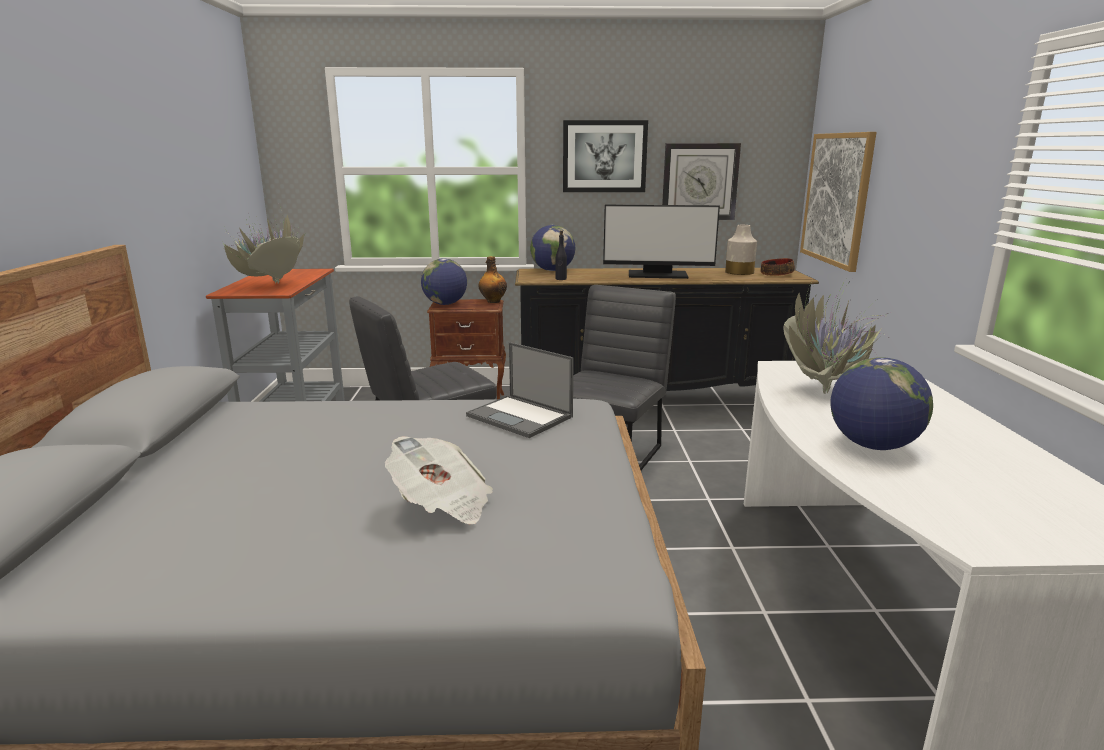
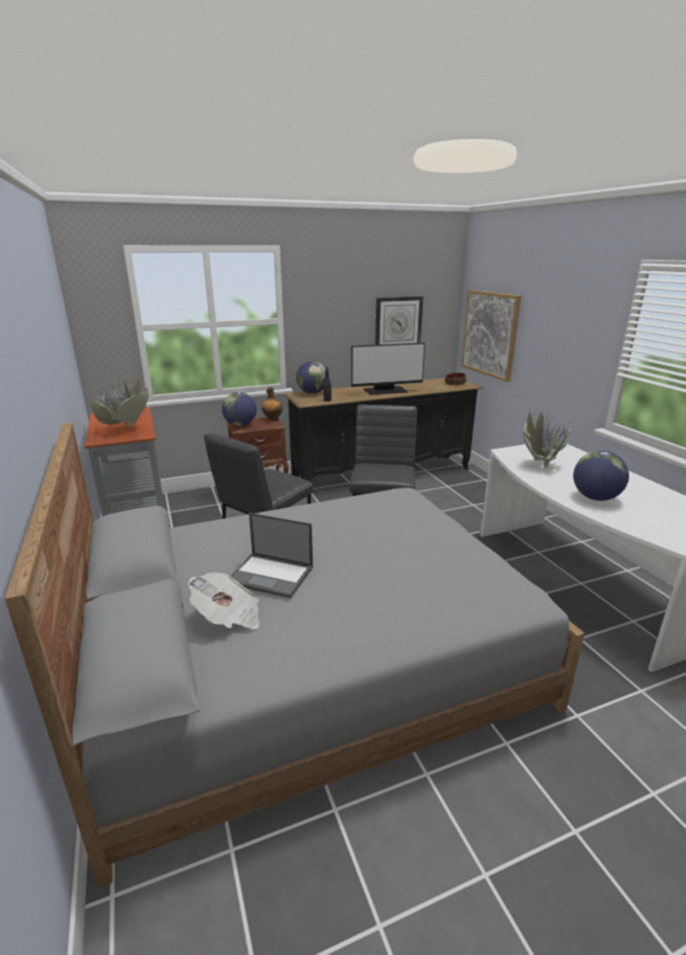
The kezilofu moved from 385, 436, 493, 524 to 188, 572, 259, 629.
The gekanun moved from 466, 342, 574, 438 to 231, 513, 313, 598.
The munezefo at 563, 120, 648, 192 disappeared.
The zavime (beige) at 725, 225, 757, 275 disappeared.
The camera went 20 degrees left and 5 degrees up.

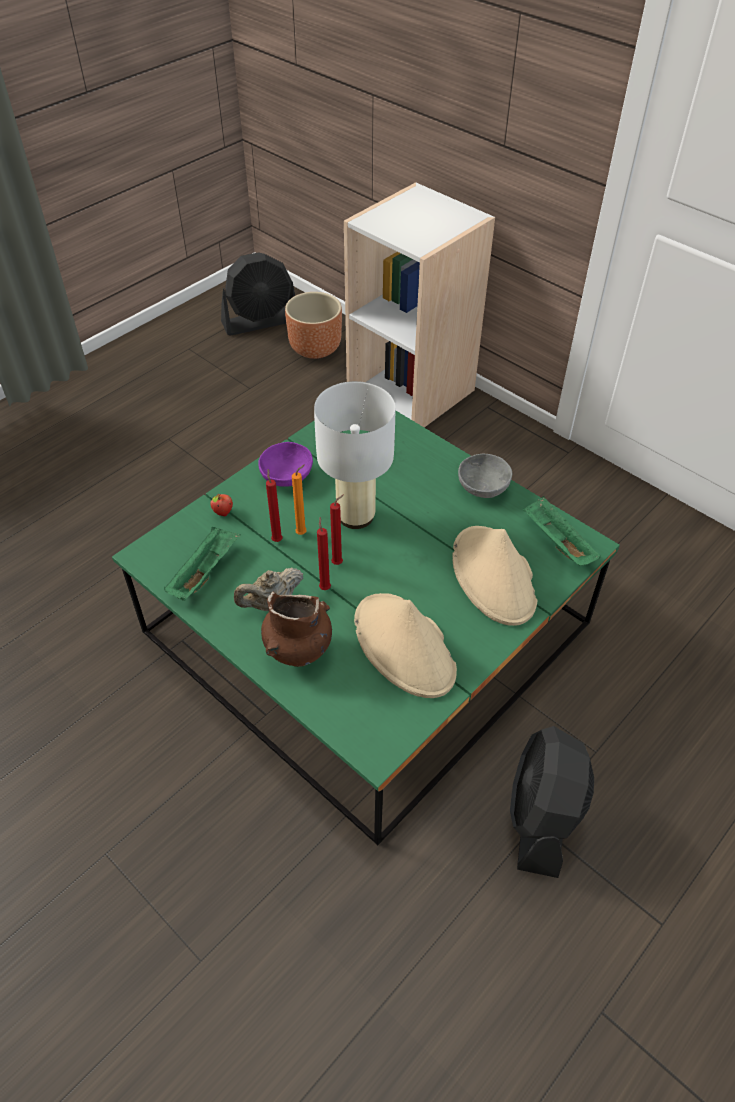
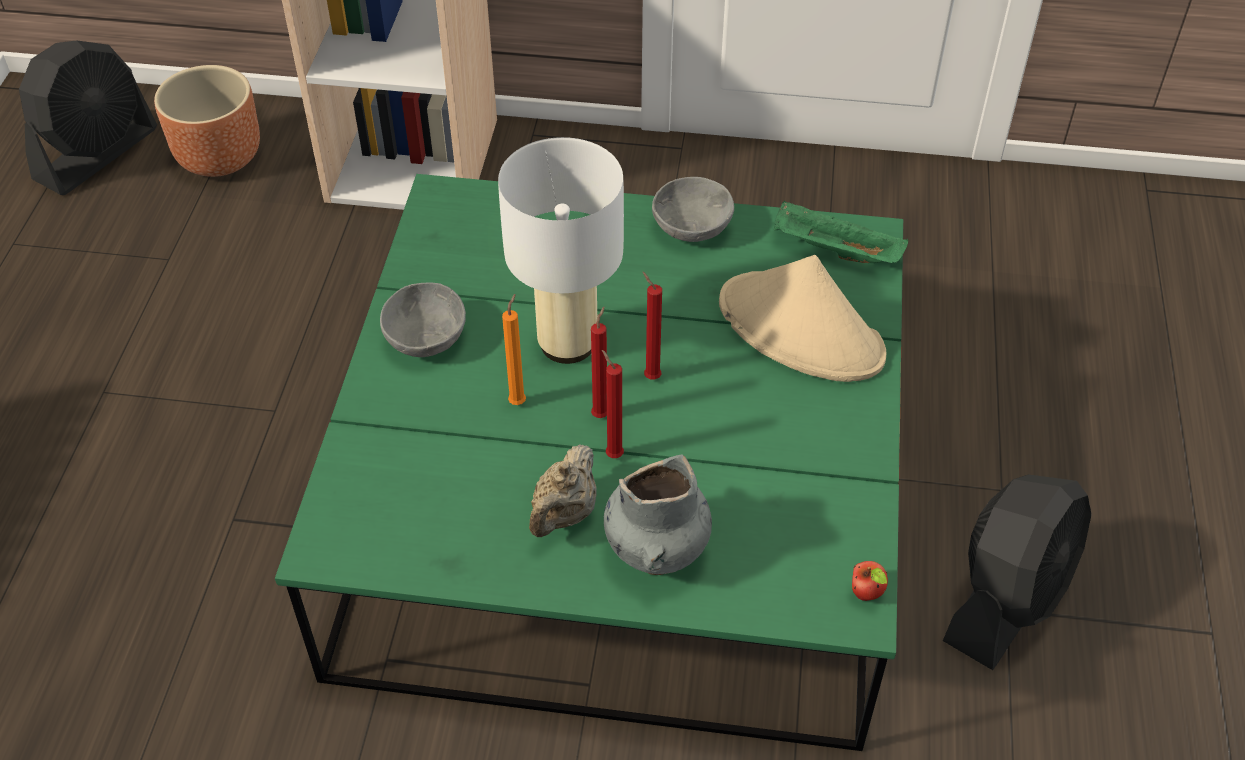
The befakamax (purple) at 258, 442, 313, 487 became the befakamax (grey) at 380, 283, 466, 357.
The zavime (brown) at 261, 592, 332, 667 became the zavime (grey) at 604, 454, 712, 575.
The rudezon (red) moved from 266, 469, 283, 542 to 643, 272, 662, 379.
The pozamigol moved from 210, 494, 233, 516 to 852, 561, 888, 601.
The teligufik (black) at 510, 726, 594, 878 turned 120 degrees counterclockwise.
The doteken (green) at 164, 527, 241, 601 disappeared.
The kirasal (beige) at 354, 593, 457, 698 disappeared.
The camera went 35 degrees left and 0 degrees up.

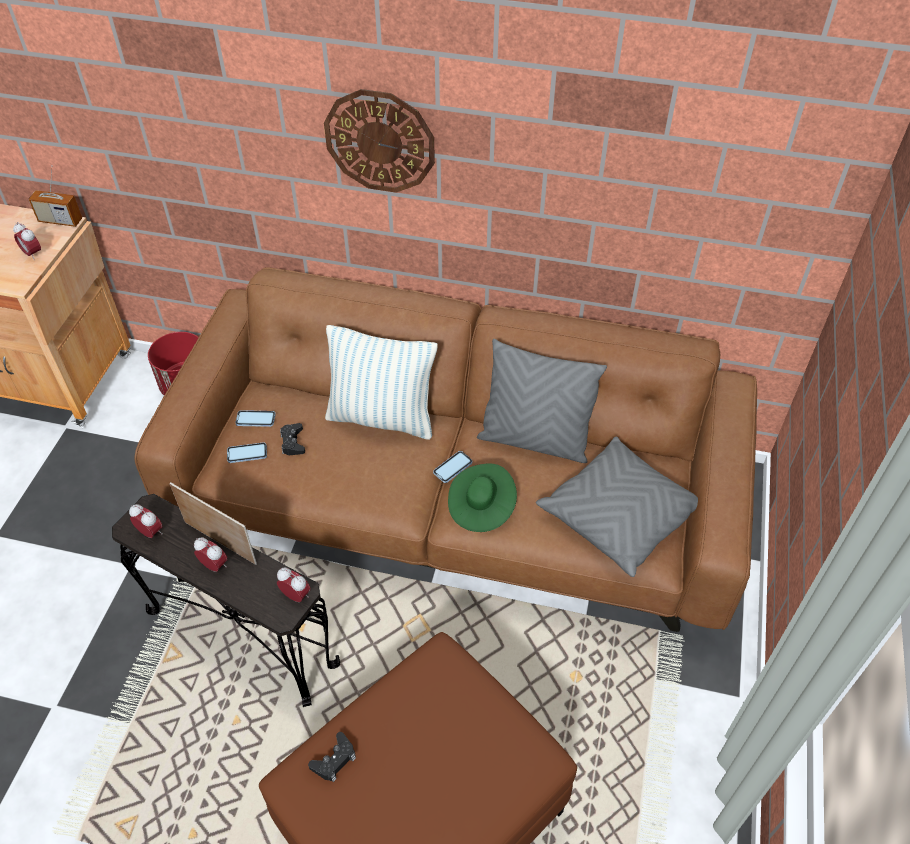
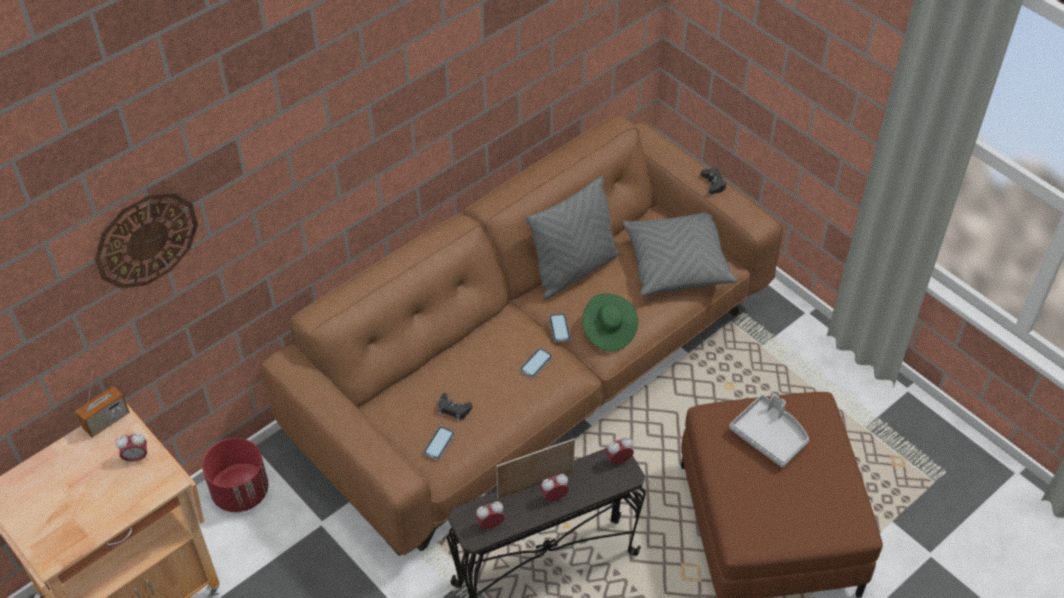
The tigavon moved from 324, 89, 435, 193 to 94, 192, 198, 289.
The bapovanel moved from 235, 410, 276, 427 to 520, 348, 552, 378.
The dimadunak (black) moved from 308, 732, 356, 782 to 701, 168, 726, 194.
The doteken (grey) at 729, 394, 809, 468 appeared.
The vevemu at 325, 325, 438, 440 disappeared.
The camera went 55 degrees left and 0 degrees up.

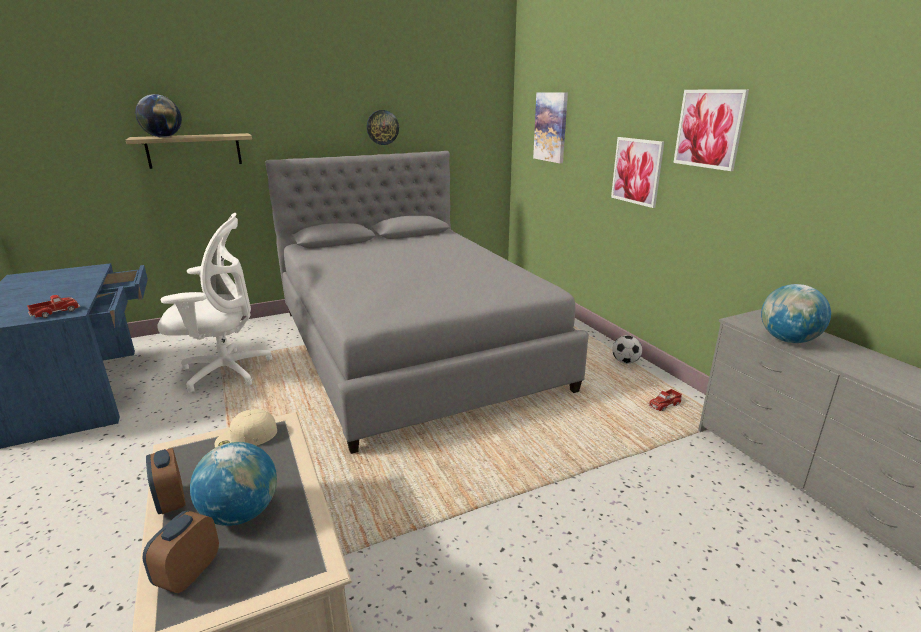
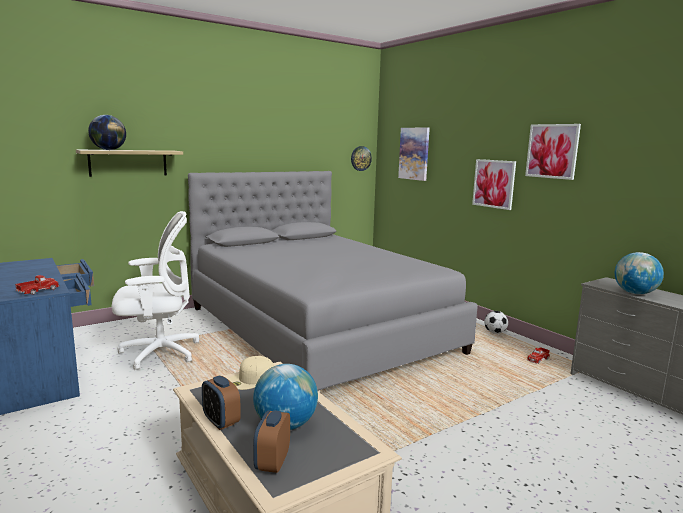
The tigavon moved from 367, 110, 399, 145 to 351, 146, 372, 171.
The camera went 10 degrees left and 10 degrees down.

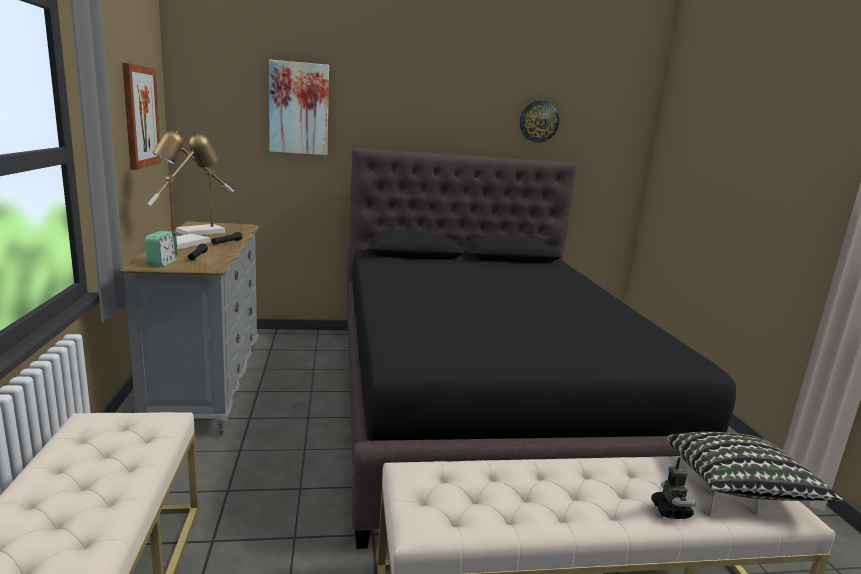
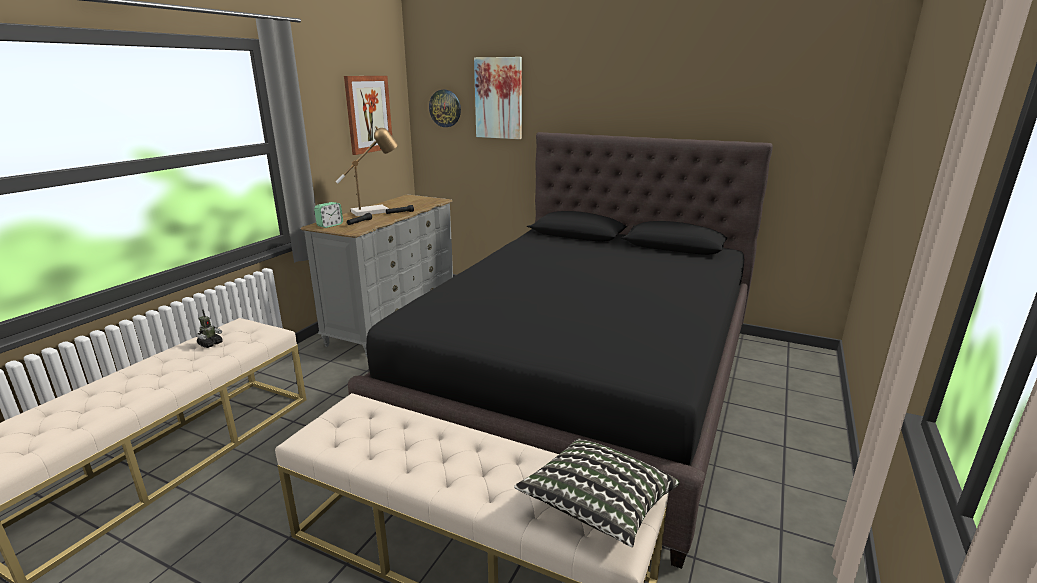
The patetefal moved from 651, 457, 696, 519 to 196, 310, 223, 348.
The tigavon moved from 520, 100, 559, 142 to 429, 90, 461, 127.
The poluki at 153, 129, 234, 235 disappeared.
The camera went 35 degrees right and 5 degrees up.

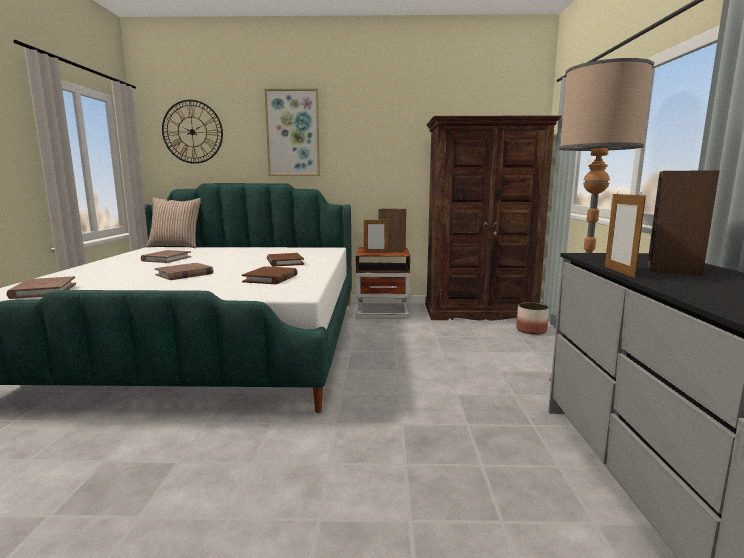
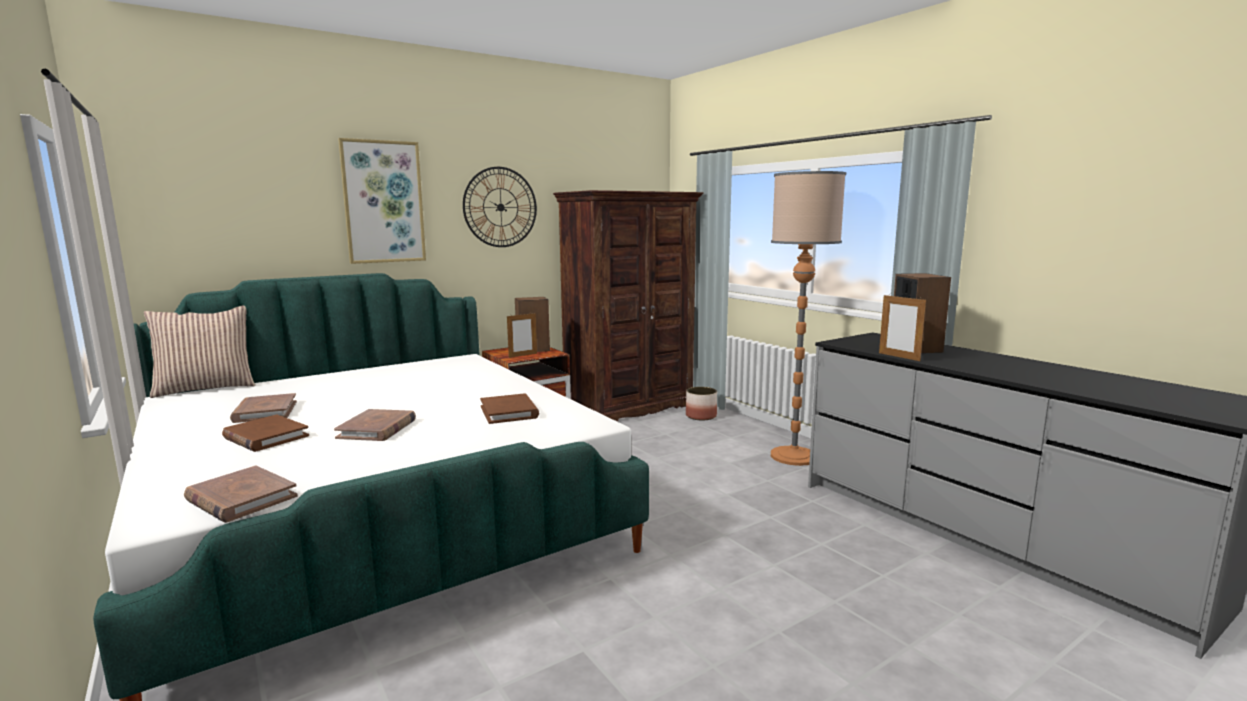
The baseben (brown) moved from 267, 253, 304, 267 to 222, 415, 309, 452.
The tigavon moved from 162, 100, 223, 164 to 463, 167, 537, 247.
The camera went 35 degrees left and 0 degrees up.

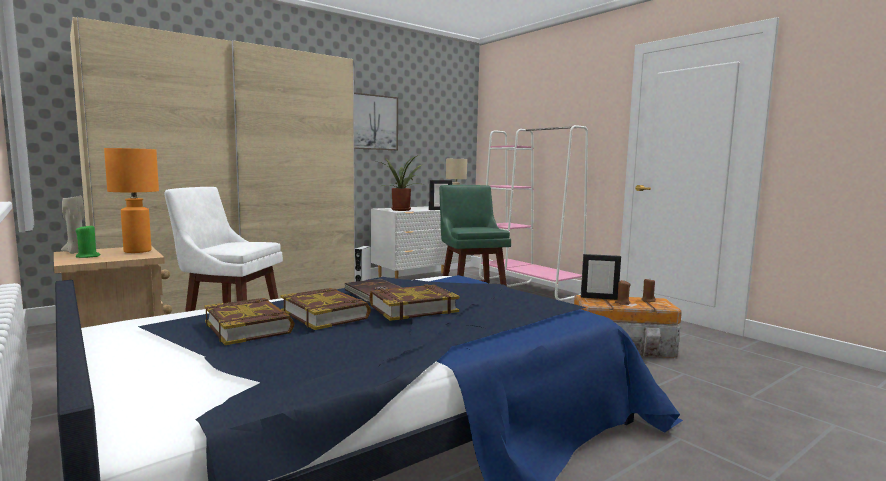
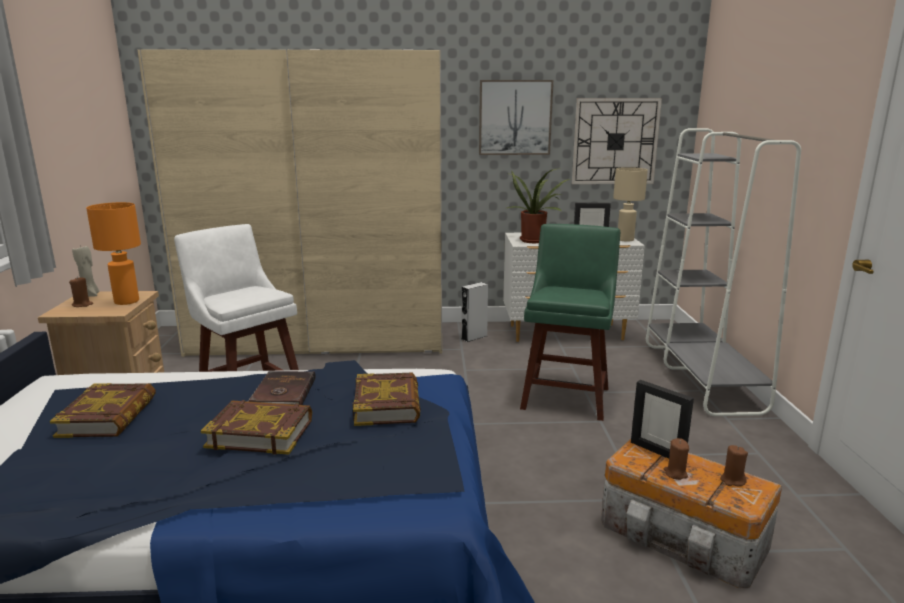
The rudezon (green) at 76, 224, 101, 258 became the rudezon (brown) at 69, 277, 93, 307.
The baseben moved from 280, 288, 371, 330 to 353, 372, 420, 426.
The tigavon at 572, 98, 662, 184 appeared.
The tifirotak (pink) at 479, 125, 588, 301 became the tifirotak (grey) at 646, 128, 801, 416.
The camera went 35 degrees right and 10 degrees up.

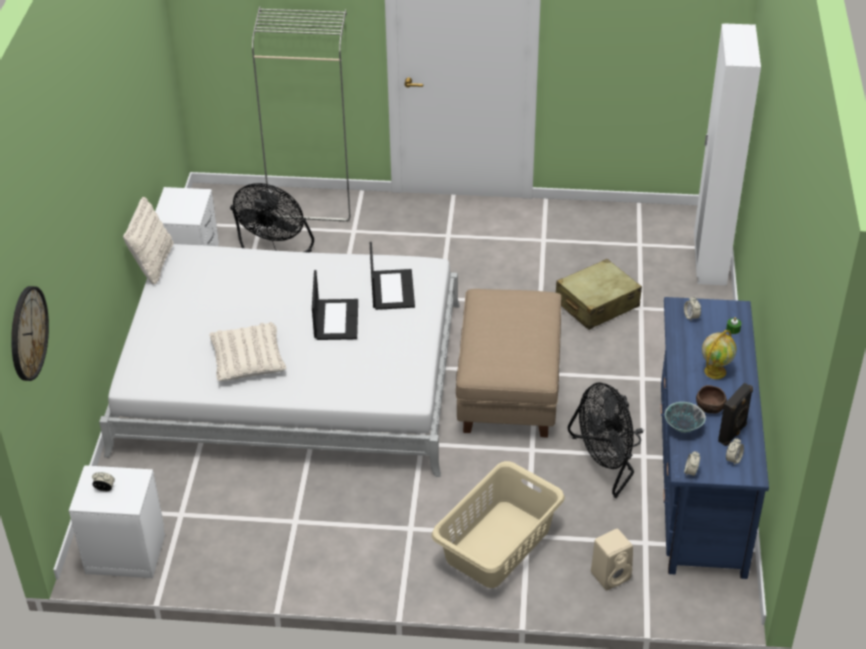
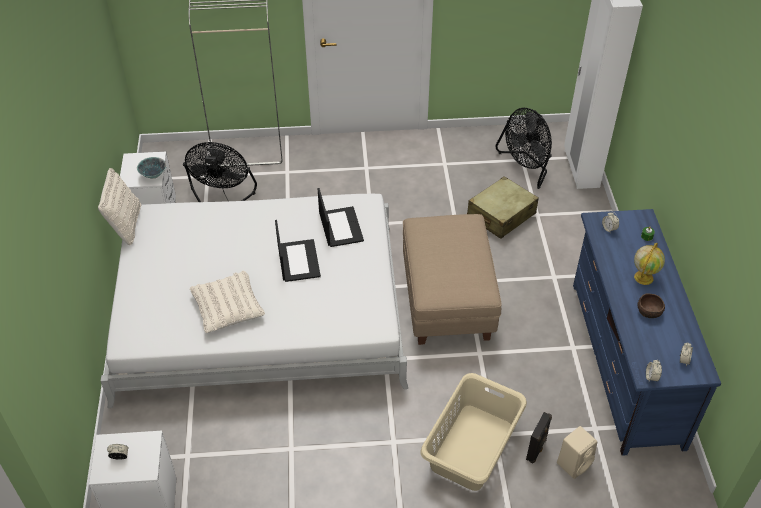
The befakamax moved from 665, 402, 706, 433 to 137, 157, 167, 179.
The teligufik (black) moved from 568, 383, 645, 498 to 496, 108, 552, 189.
The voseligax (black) moved from 718, 383, 753, 446 to 526, 412, 552, 463.
The tigavon at 11, 286, 49, 381 disappeared.
The camera went 10 degrees left and 5 degrees up.

